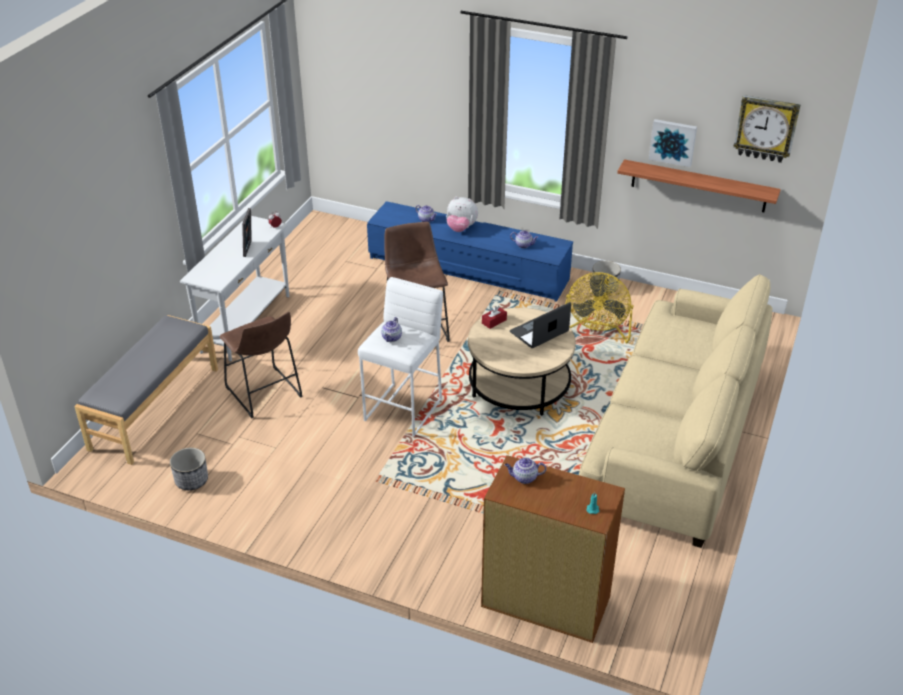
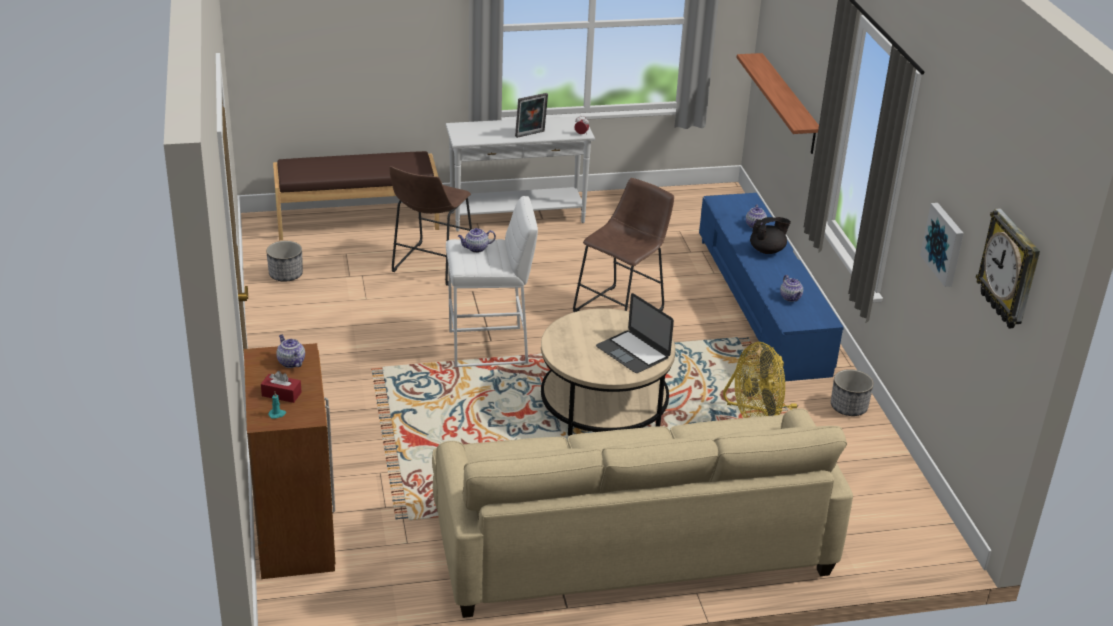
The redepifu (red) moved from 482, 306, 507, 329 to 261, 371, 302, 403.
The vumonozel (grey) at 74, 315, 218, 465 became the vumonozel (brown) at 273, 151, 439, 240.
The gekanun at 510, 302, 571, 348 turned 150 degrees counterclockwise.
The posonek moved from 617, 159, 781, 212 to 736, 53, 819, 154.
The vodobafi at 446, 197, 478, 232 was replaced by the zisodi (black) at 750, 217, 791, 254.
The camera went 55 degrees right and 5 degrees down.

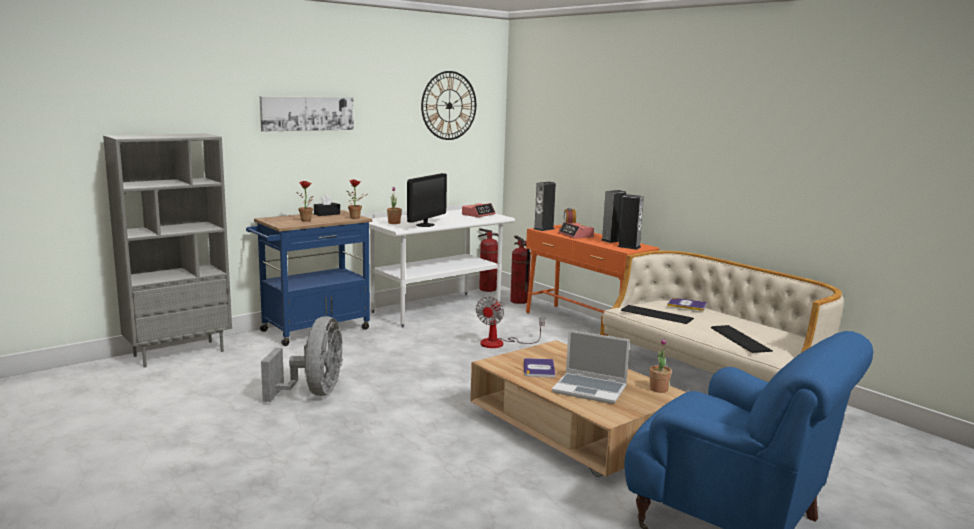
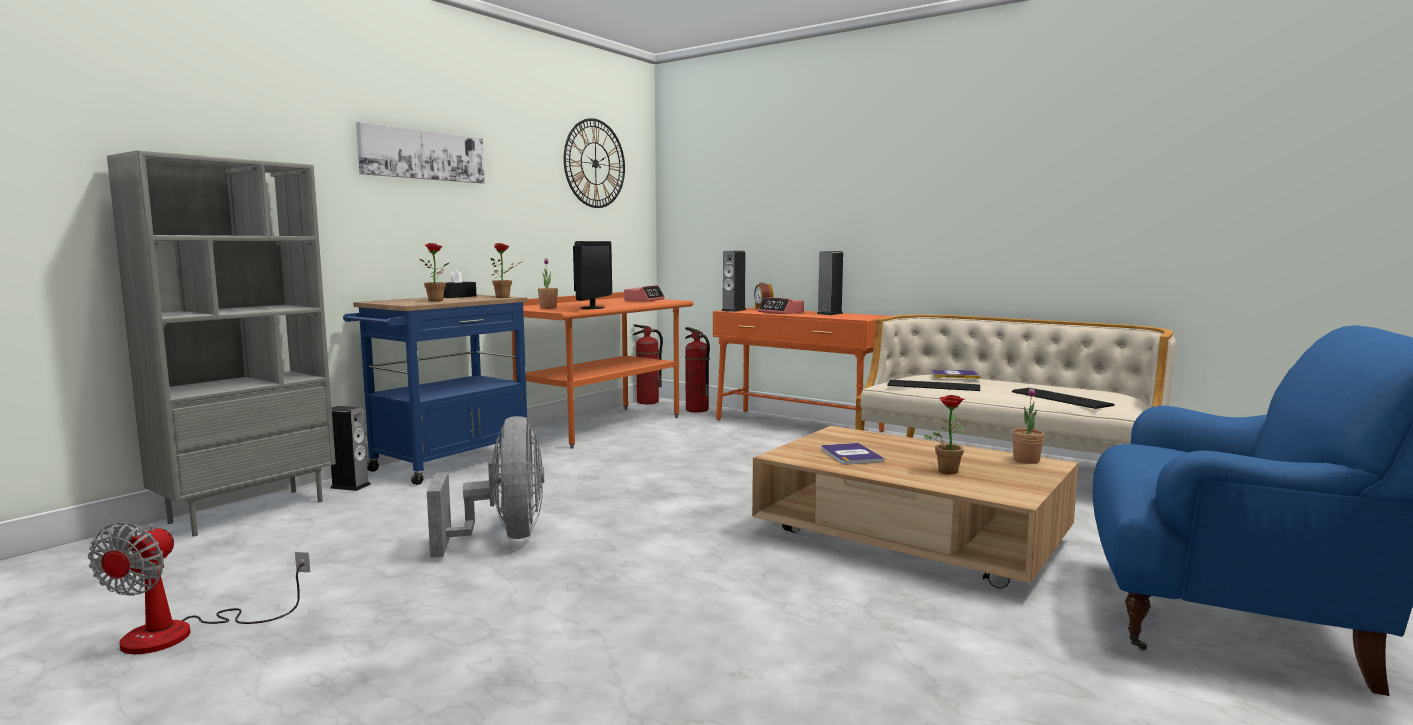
The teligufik moved from 476, 297, 545, 348 to 88, 522, 310, 654.
The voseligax moved from 617, 194, 644, 250 to 330, 406, 371, 491.
The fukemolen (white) at 361, 204, 515, 328 became the fukemolen (orange) at 512, 292, 693, 449.
The gekanun at 552, 330, 630, 404 was replaced by the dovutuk at 924, 395, 966, 474.
The camera went 15 degrees left and 5 degrees down.

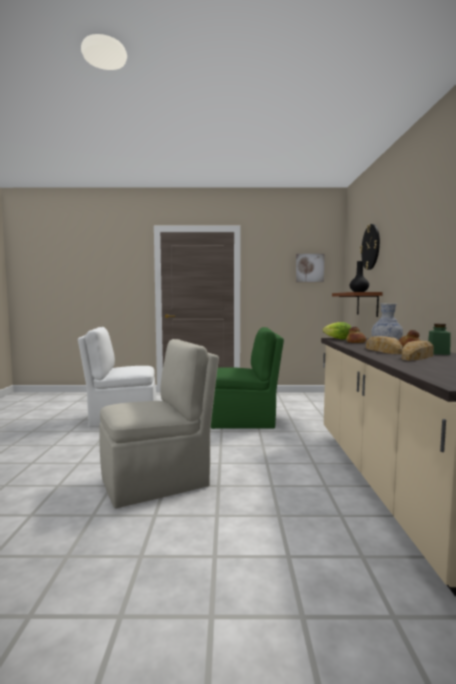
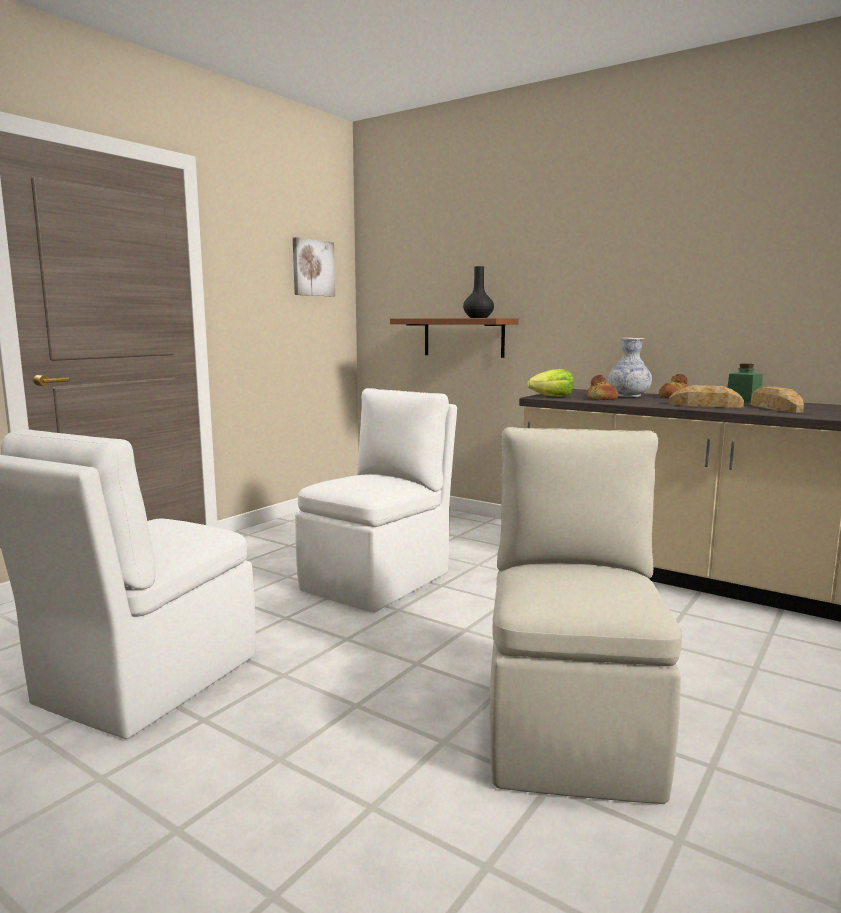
The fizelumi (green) at 211, 327, 284, 429 became the fizelumi (white) at 295, 388, 457, 613.
The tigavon at 360, 224, 380, 270 disappeared.
The camera went 55 degrees left and 5 degrees up.

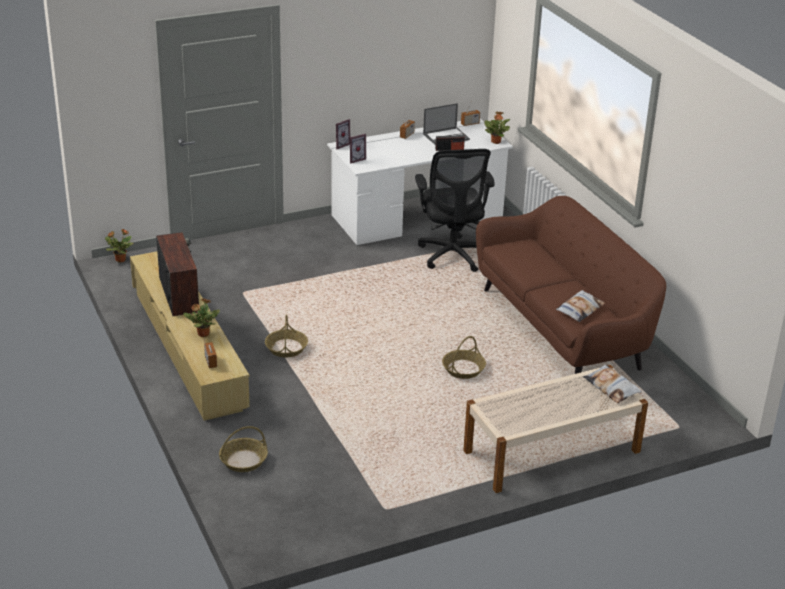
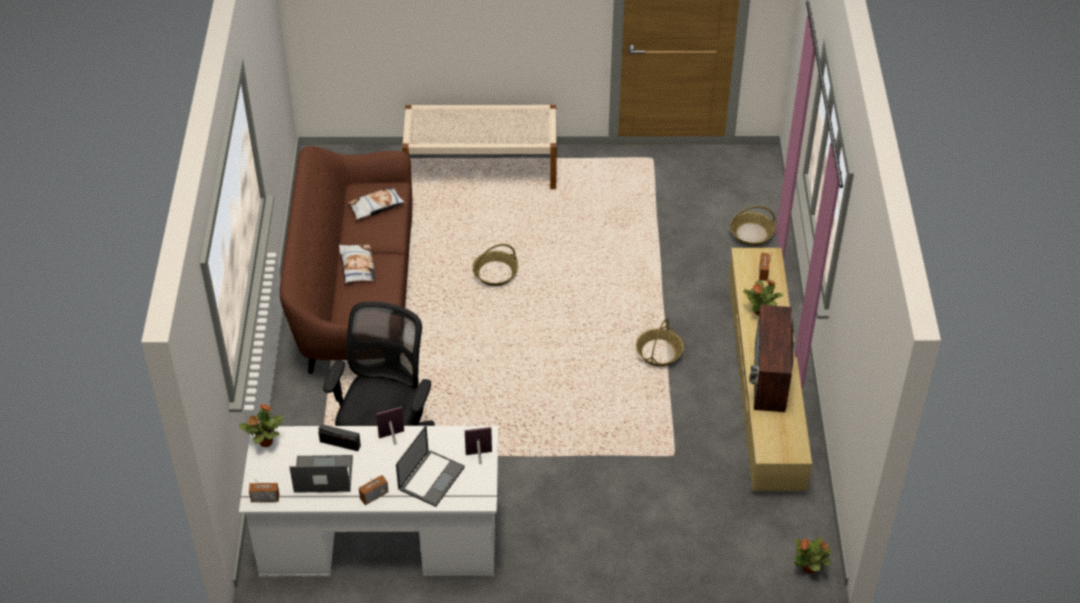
The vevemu moved from 583, 365, 642, 403 to 339, 244, 376, 283.
The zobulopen moved from 336, 119, 350, 149 to 376, 406, 404, 445.
The gekanun at 396, 425, 465, 507 appeared.
The camera went 155 degrees left and 15 degrees up.

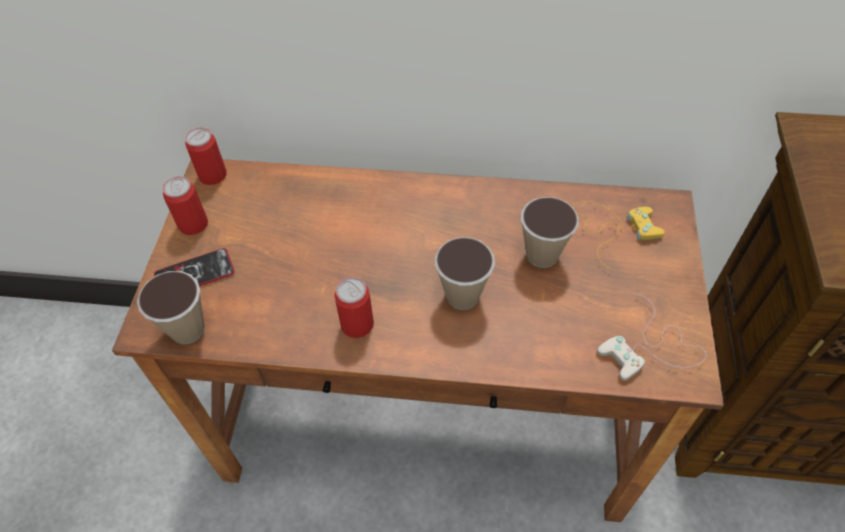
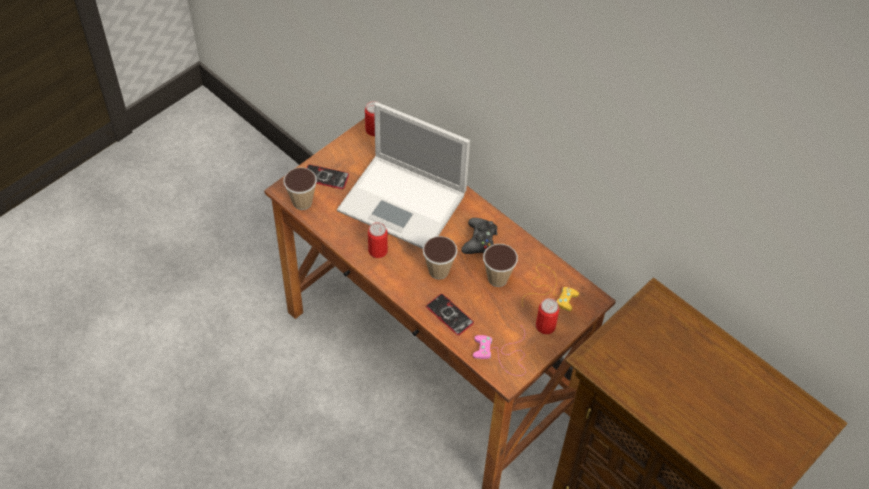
The gekanun at 337, 102, 470, 249 appeared.
The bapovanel at 426, 294, 474, 335 appeared.
The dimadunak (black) at 461, 218, 498, 254 appeared.
The dimadunak (white) at 597, 293, 707, 380 became the dimadunak (pink) at 473, 327, 526, 376.
The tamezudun moved from 163, 176, 208, 235 to 536, 298, 559, 334.
The camera went 35 degrees right and 0 degrees up.

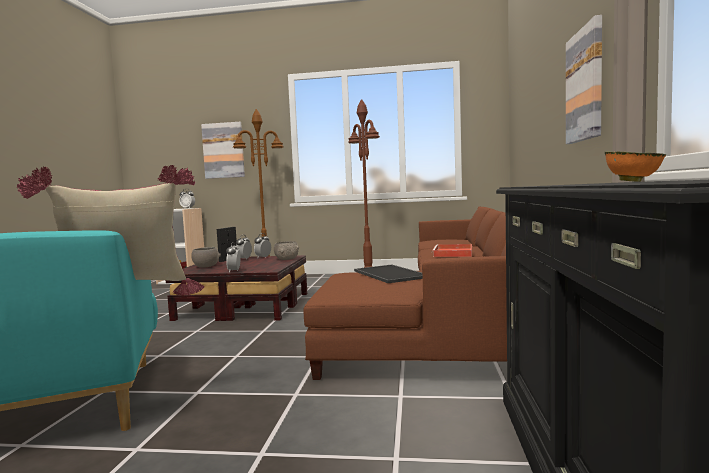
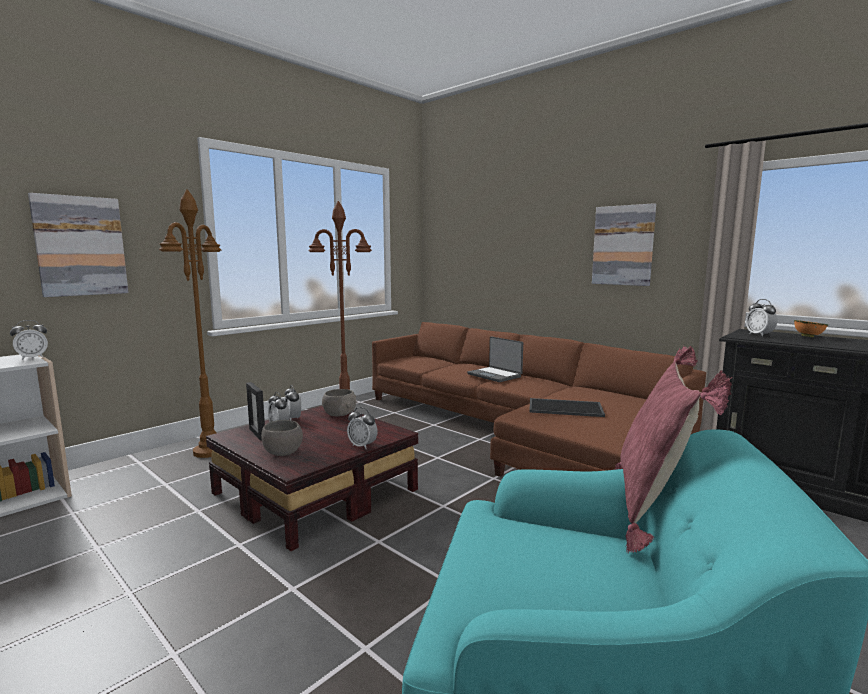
The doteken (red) at 432, 244, 472, 257 was replaced by the gekanun at 467, 337, 523, 382.
The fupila at 746, 299, 778, 337 appeared.
The camera went 55 degrees left and 5 degrees up.

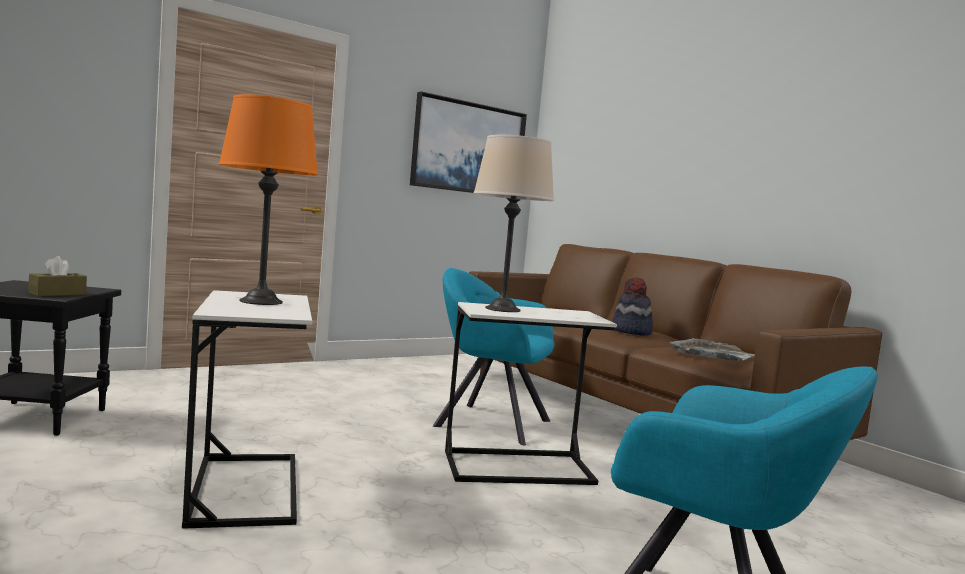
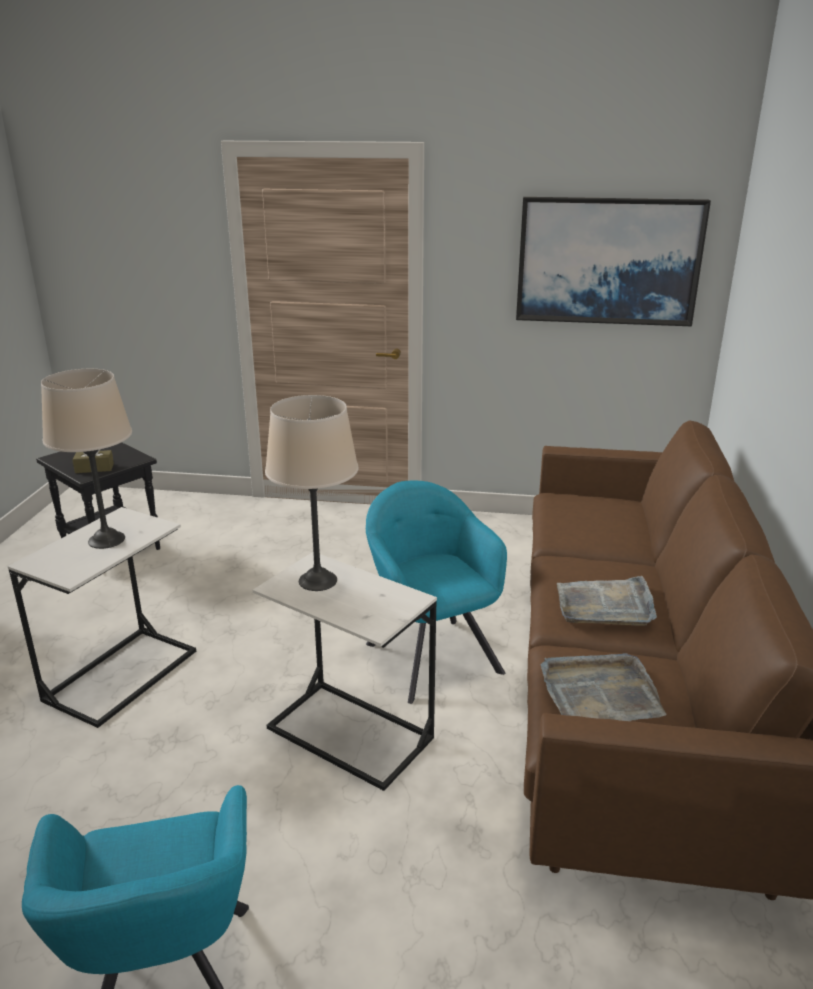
The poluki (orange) at 219, 94, 318, 305 became the poluki (beige) at 41, 369, 132, 549.
The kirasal at 612, 277, 653, 336 was replaced by the doteken (grey) at 557, 576, 657, 626.
The camera went 45 degrees right and 20 degrees up.

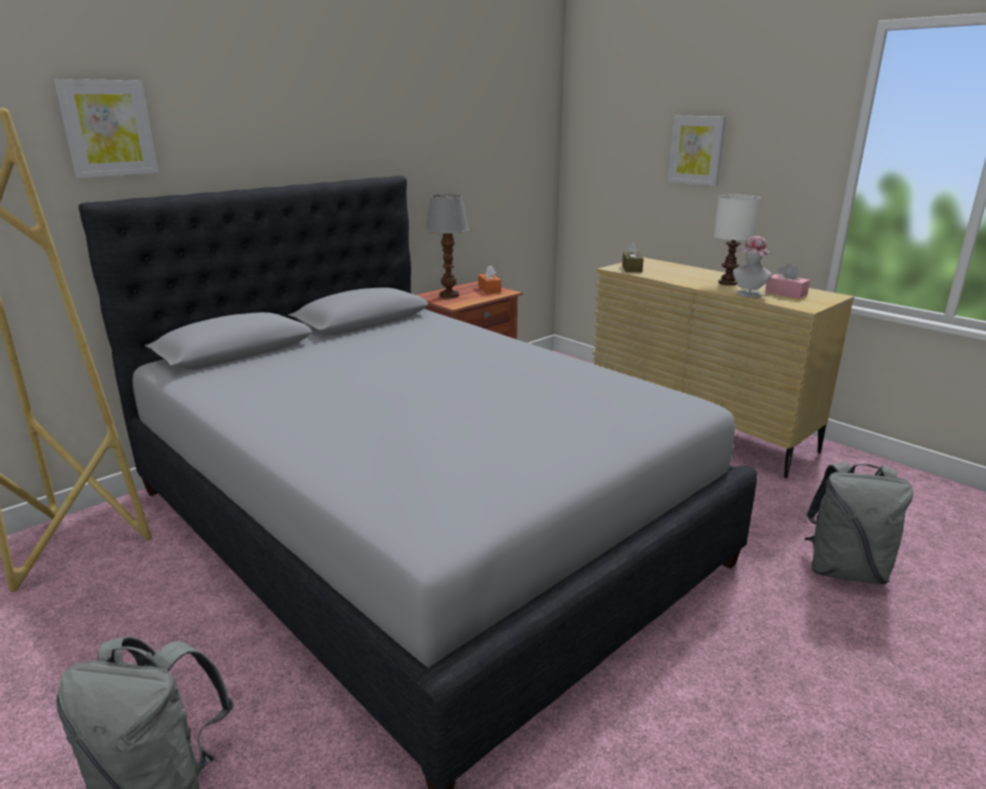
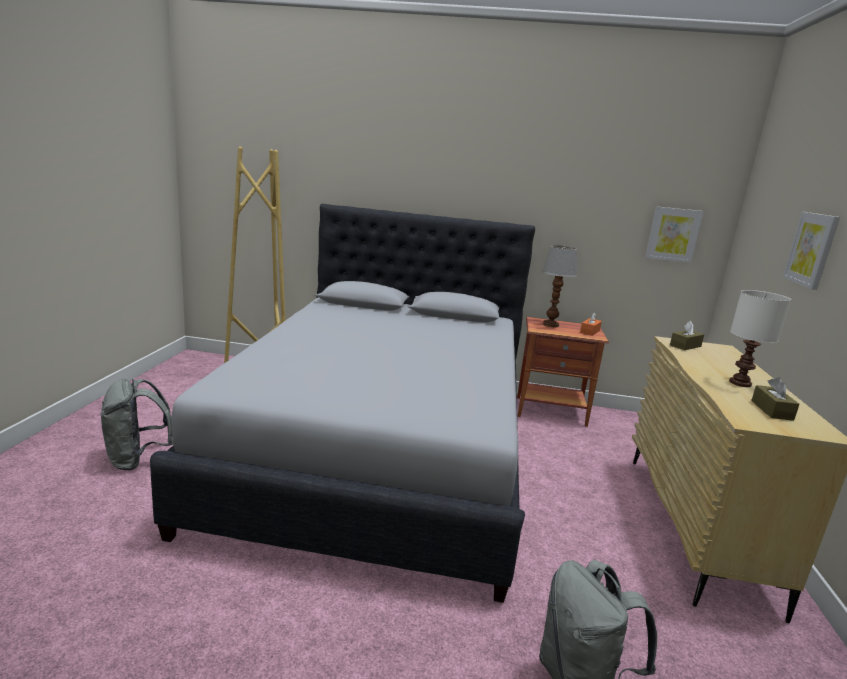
The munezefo moved from 54, 79, 159, 178 to 645, 206, 704, 263.
The redepifu (pink) at 765, 264, 810, 299 became the redepifu (brown) at 751, 377, 799, 421.
The kirasal at 733, 236, 772, 298 disappeared.
The camera went 50 degrees right and 5 degrees down.

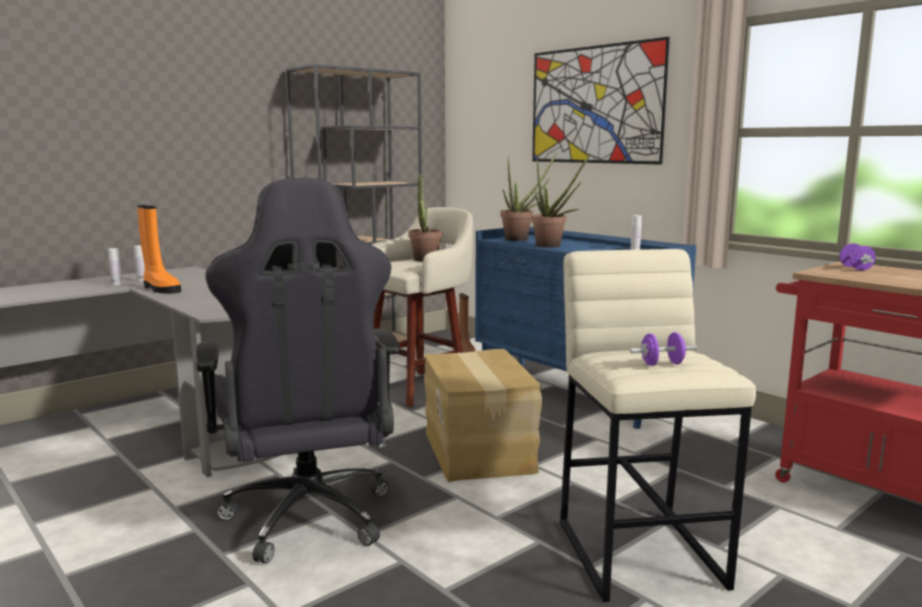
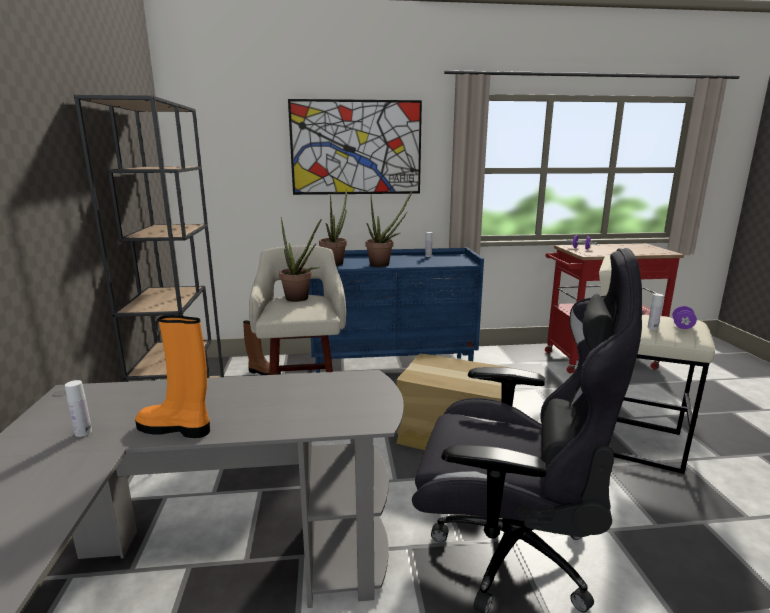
The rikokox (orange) at 137, 205, 181, 294 turned 150 degrees counterclockwise.
The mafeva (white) moved from 108, 248, 122, 285 to 648, 293, 664, 330.
The camera went 55 degrees left and 5 degrees up.

